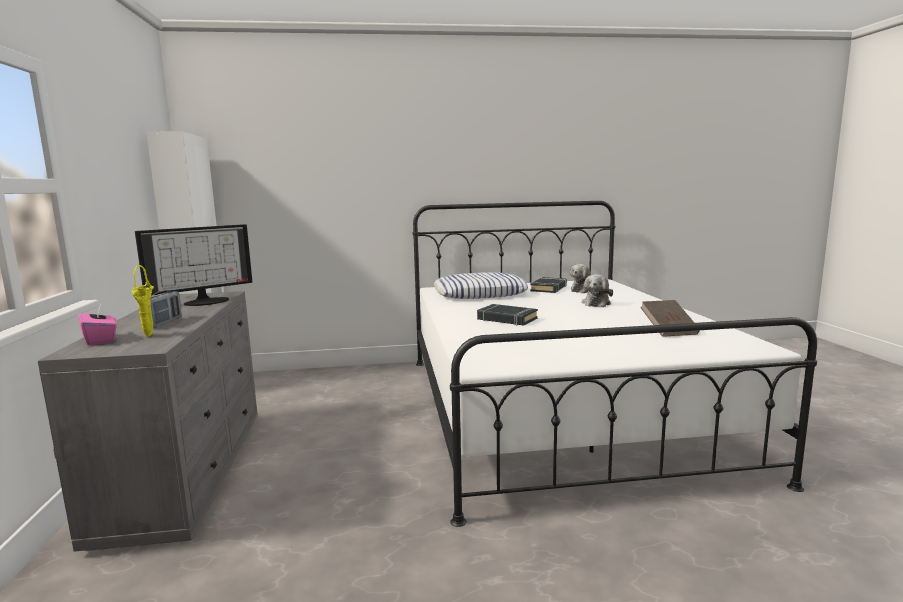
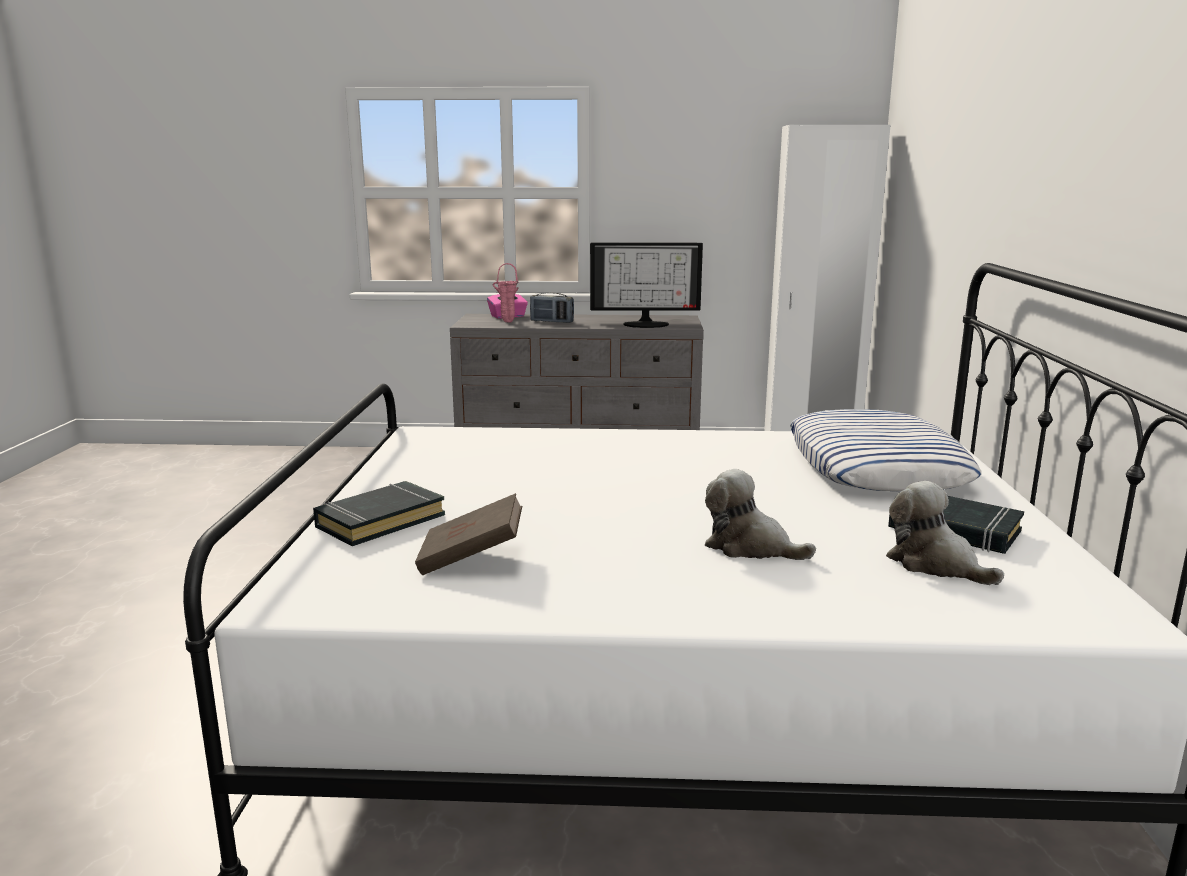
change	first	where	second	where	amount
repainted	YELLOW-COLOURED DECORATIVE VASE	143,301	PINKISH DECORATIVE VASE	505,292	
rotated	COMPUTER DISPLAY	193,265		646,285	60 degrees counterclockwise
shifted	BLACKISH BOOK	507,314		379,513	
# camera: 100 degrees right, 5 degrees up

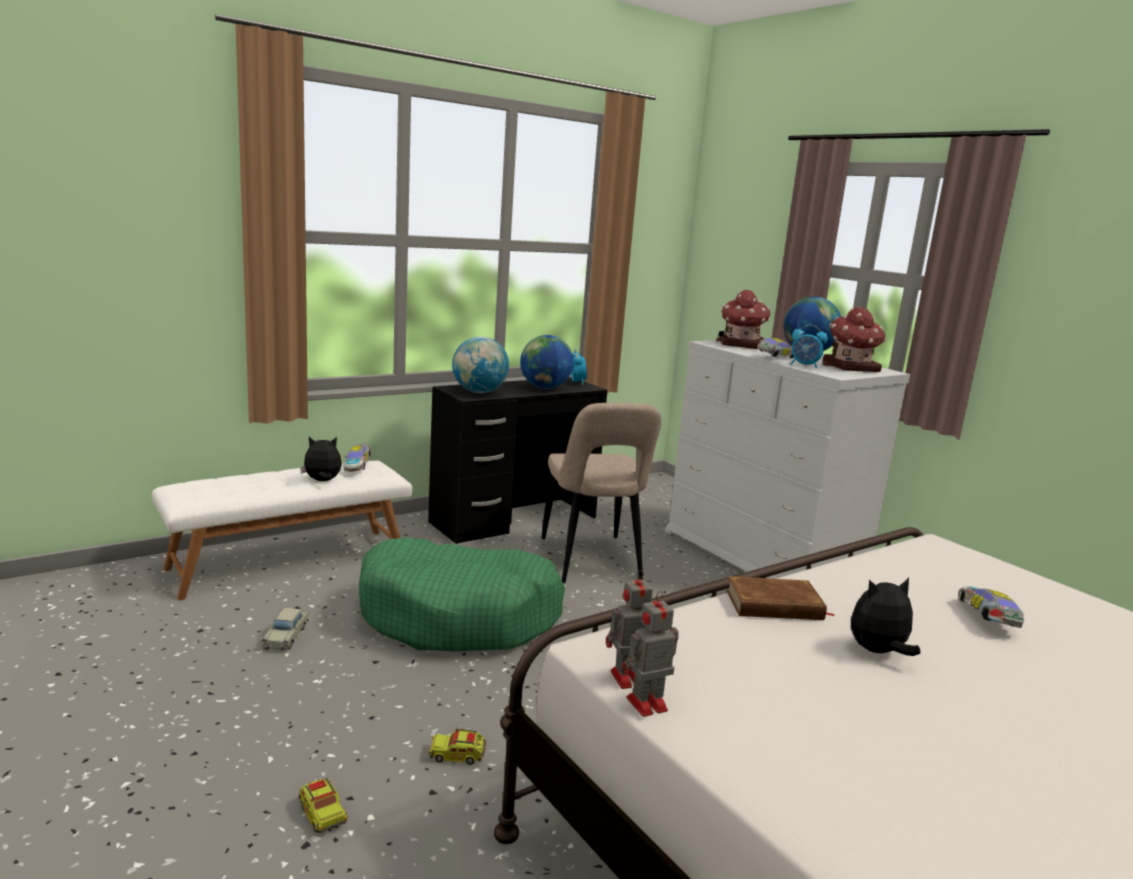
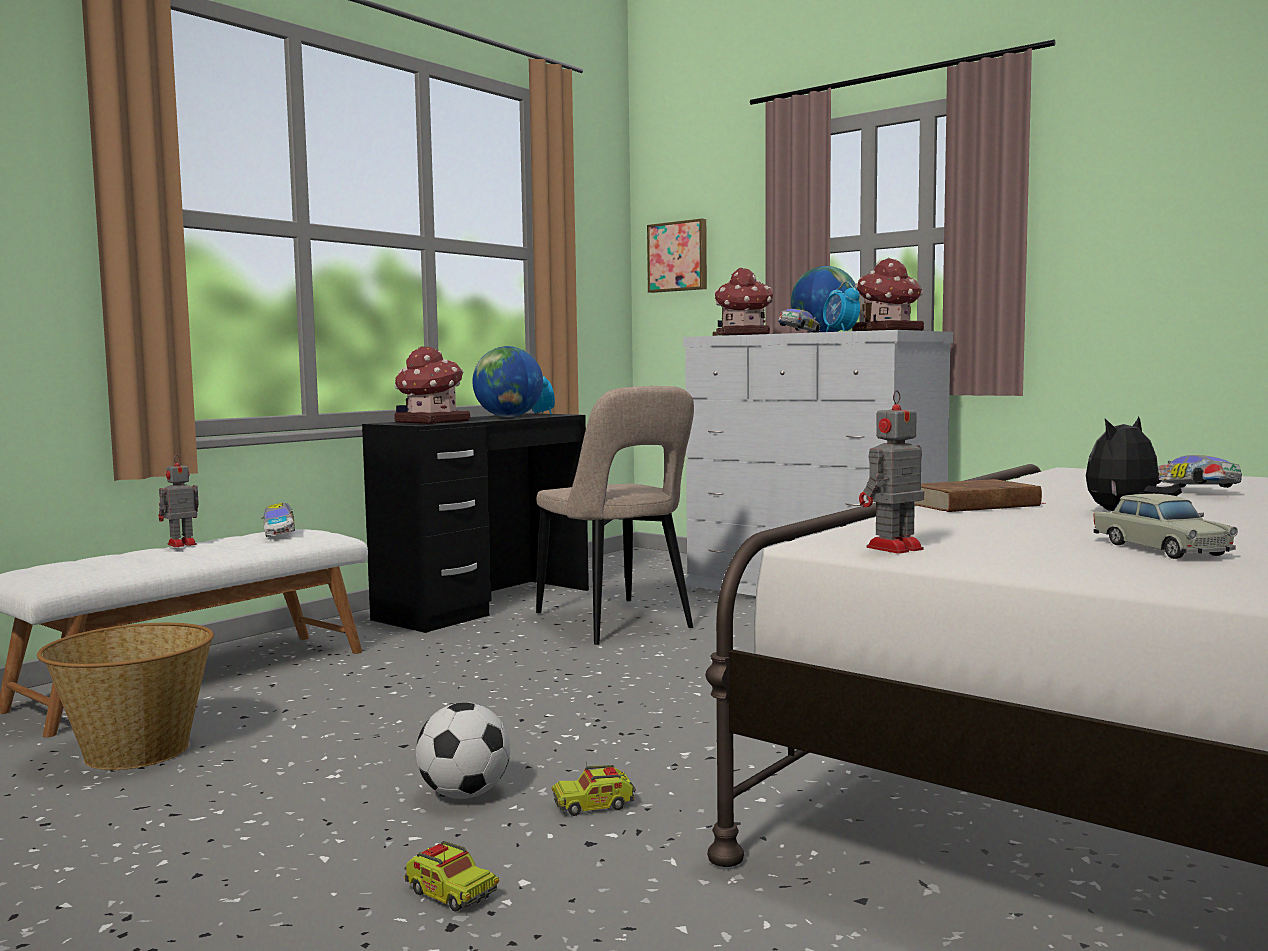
change	first	where	second	where	amount
shifted	BEIGE MINIATURE CAR	285,629		1165,526	
gone	SOFT TOY	321,459			
gone	GREEN DOG CUSHION	462,595			
swapped	DESK GLOBE	480,364	MINIATURE HOUSE	432,385	
shifted	ROBOT FIGURE	650,654		179,501	
rotated	TABLE CLOCK	809,346		841,306	60 degrees clockwise
new			BASKET	125,696	
new			FOOTBALL	463,750	
new			WALL PICTURE	677,256	
# camera: 15 degrees left, 10 degrees down

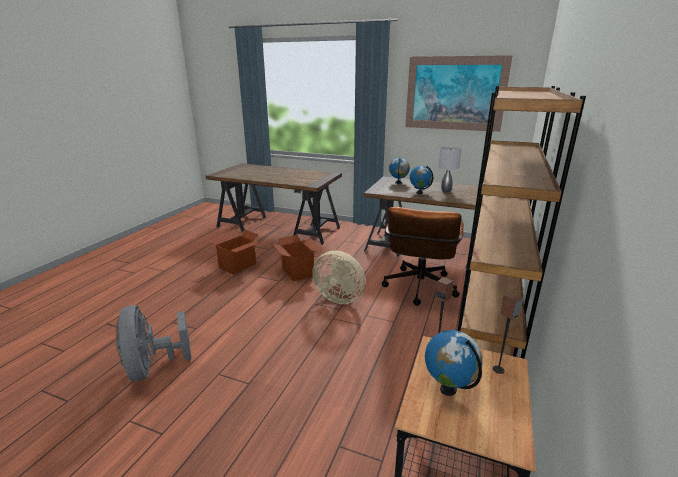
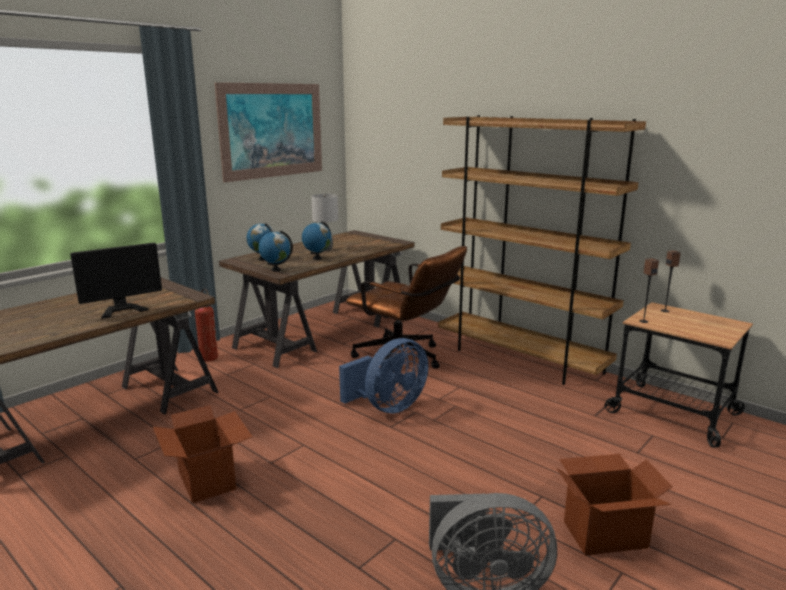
change	first	where	second	where	amount
shifted	CARTON	297,258		614,505	
repainted	BEIGE FAN	338,277	BLUE-COLOURED FAN	383,376	
shifted	DESK GLOBE	453,363		276,251	
new			COMPUTER DISPLAY	116,281	
new			EXTINGUISHER	206,325	
# camera: 70 degrees left, 5 degrees down

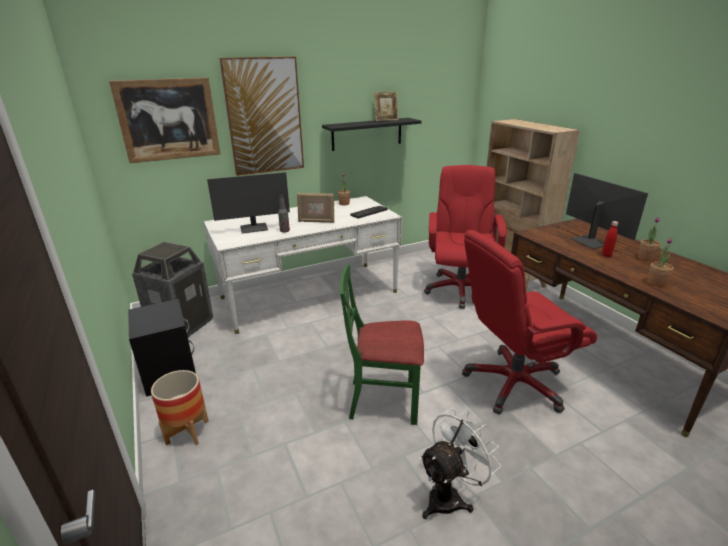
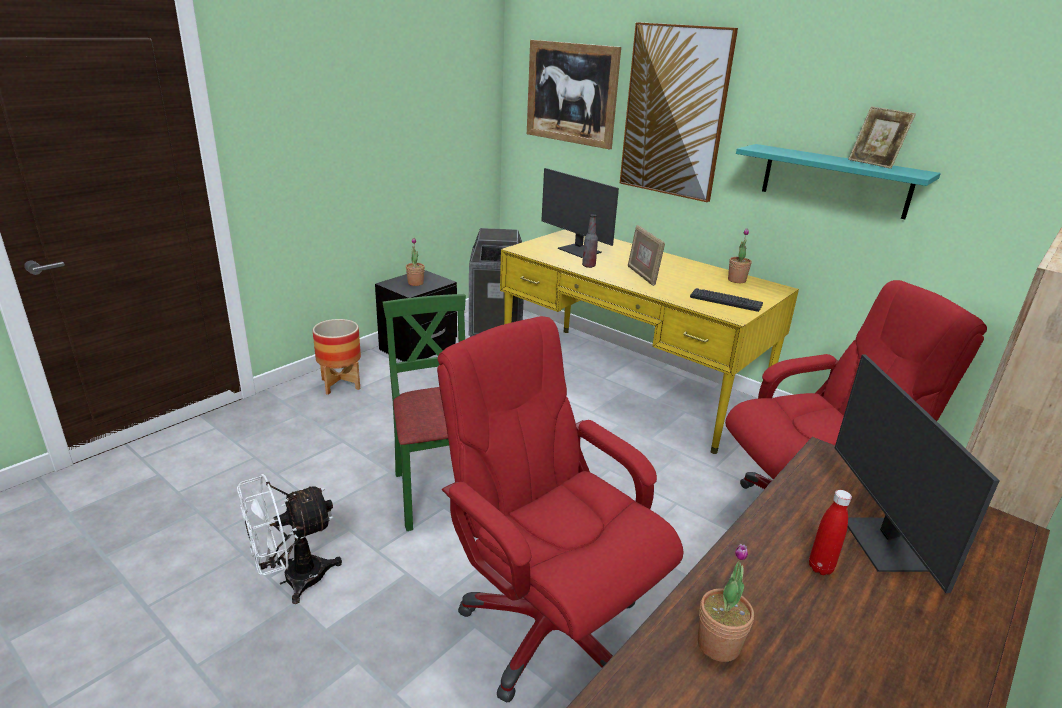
change	first	where	second	where	amount
repainted	WHITE DESK	303,265	YELLOW-COLOURED DESK	649,341	
repainted	BLACKISH WALL SHELF	371,134	BLUE-GREEN WALL SHELF	838,181	
rotated	WHITE FAN	460,463		289,539	120 degrees clockwise
rotated	COMPUTER DISPLAY	607,211		917,474	135 degrees clockwise
shifted	HOUSEPLANT	649,239		415,262	
# camera: 65 degrees right, 0 degrees up

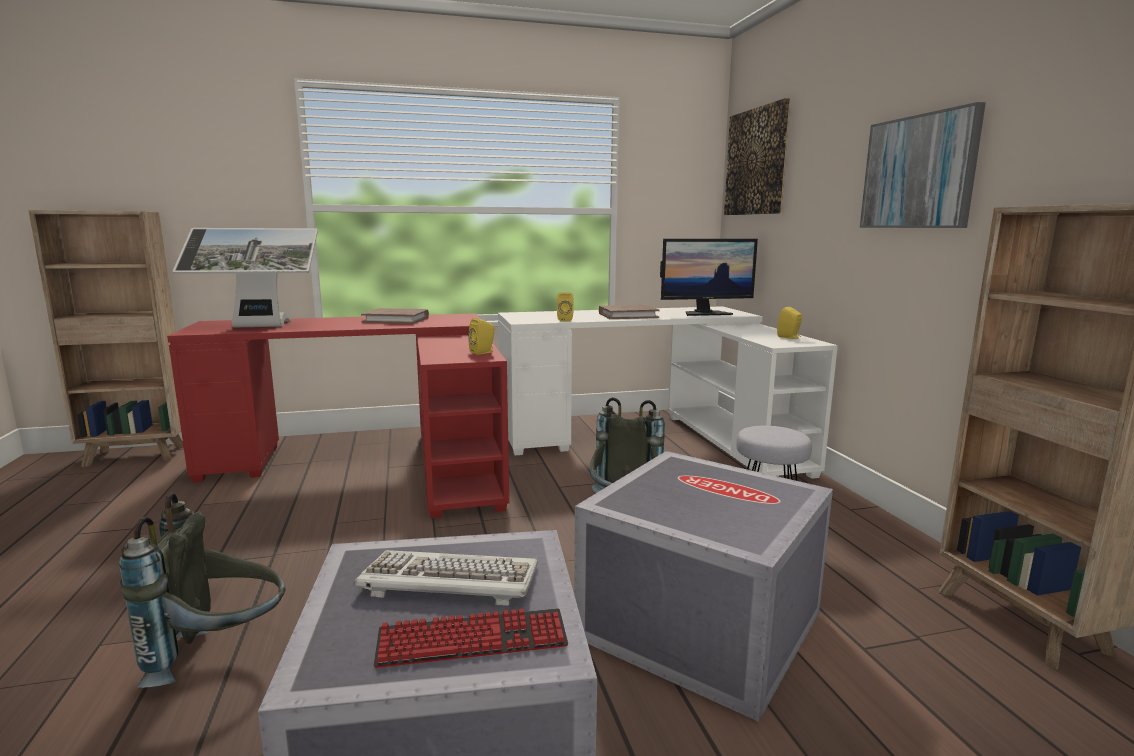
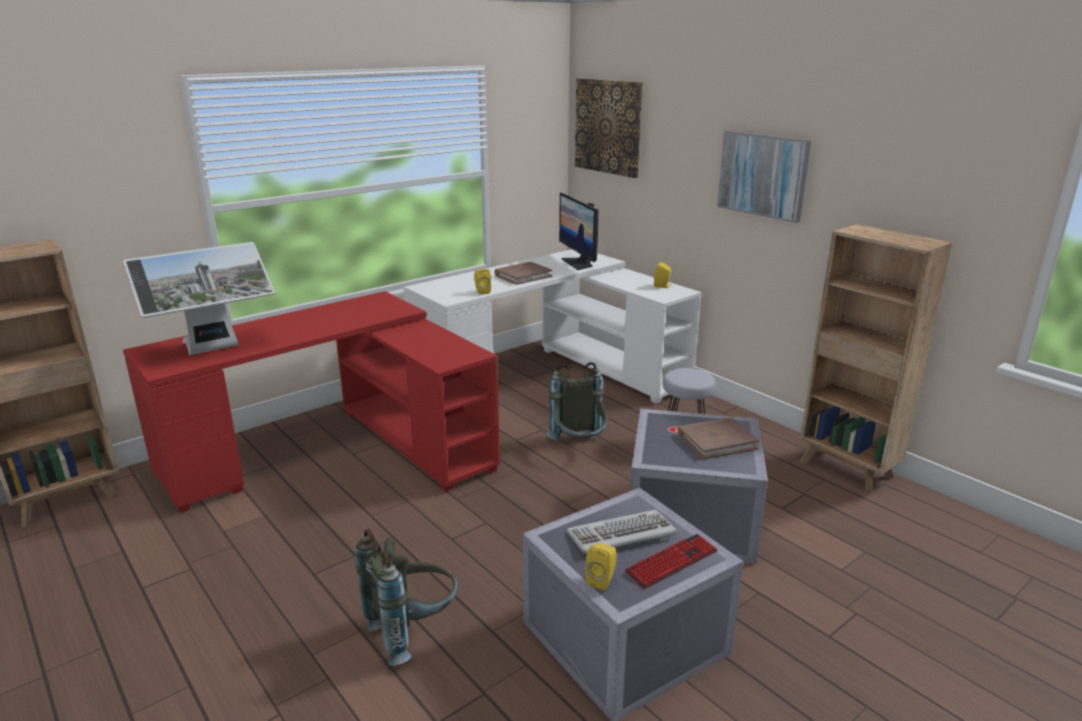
change	first	where	second	where	amount
shifted	BROWN BOOK	395,316		718,439	
shifted	YELLOW-COLOURED AUDIO SPEAKER	481,336		601,567	
rotated	COMPUTER DISPLAY	709,277		579,231	105 degrees clockwise
# camera: 25 degrees left, 10 degrees up

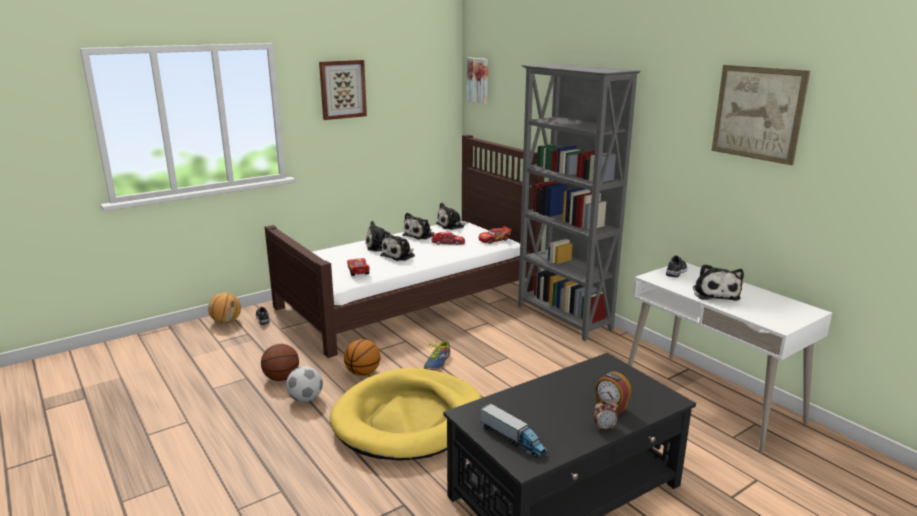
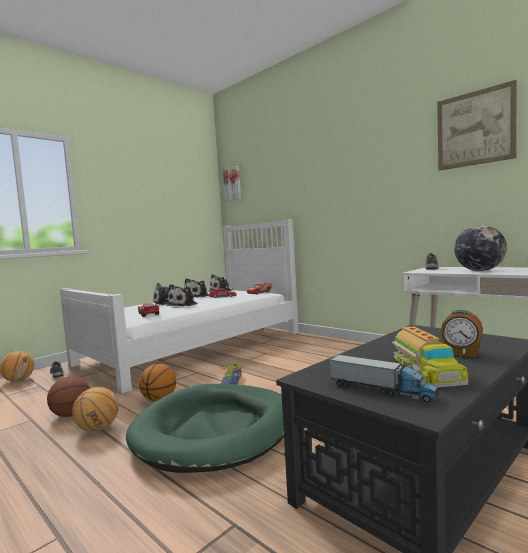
change	first	where	second	where	amount
repainted	BROWN BED	404,246	WHITE BED	179,306	
swapped	FOOTBALL	304,384	BASKETBALL BALL	95,409	
gone	WALL PICTURE	343,90			
repainted	YELLOW-COLOURED DOG CUSHION	405,414	GREEN DOG CUSHION	205,428	
gone	GREY SHELVING UNIT	579,202			
gone	TABLE CLOCK	605,414			
swapped	SOFT TOY	718,282	DESK GLOBE	480,248	
new			TOY TRUCK	430,357	
# camera: 10 degrees left, 15 degrees down

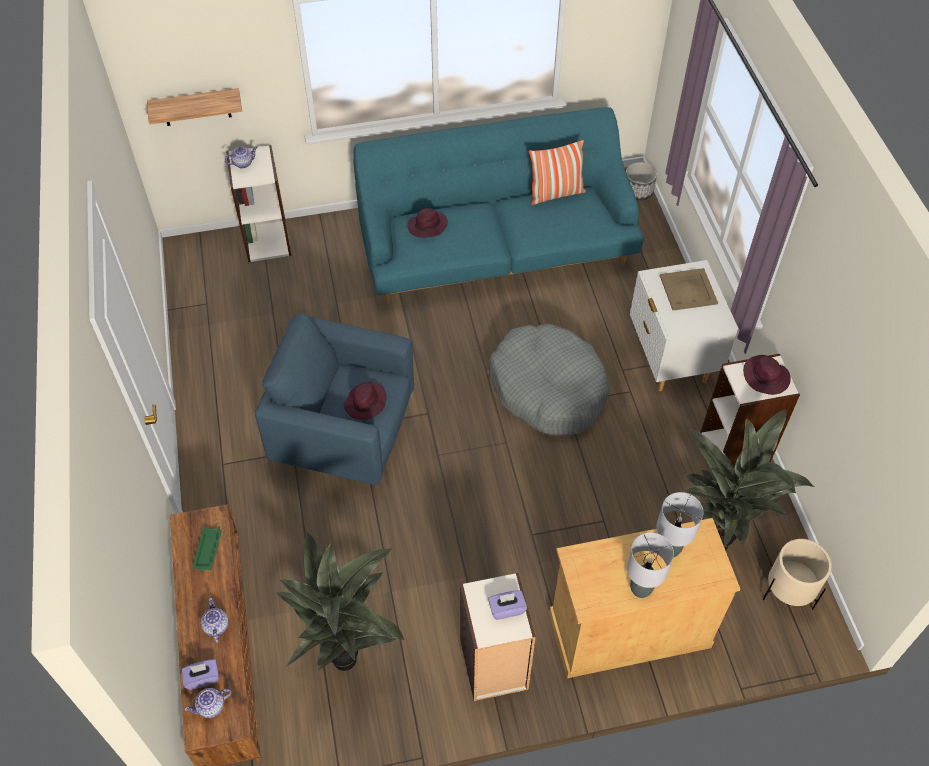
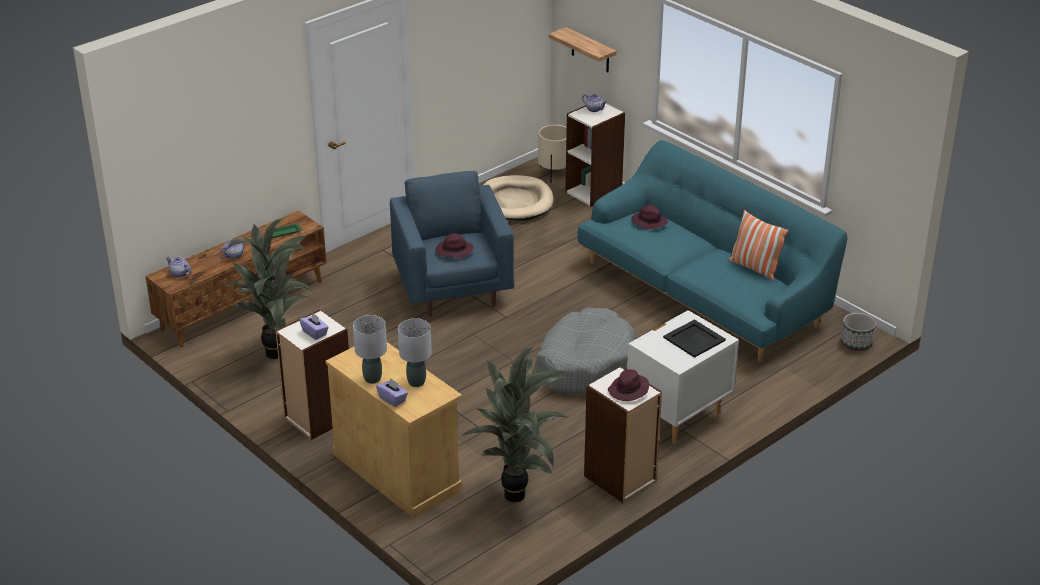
change	first	where	second	where	amount
shifted	PURPLE TISSUE BOX	200,674		392,392	
repainted	BEIGE SERVING TRAY	689,289	BLACKISH SERVING TRAY	694,338	
shifted	BEIGE PLANTER	797,574		552,154	
new			BEIGE DOG CUSHION	518,198	
# camera: 60 degrees right, 20 degrees down

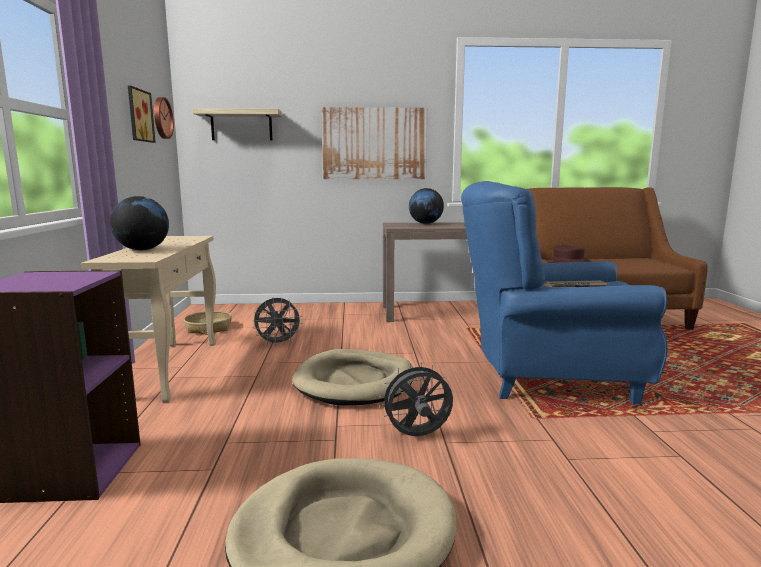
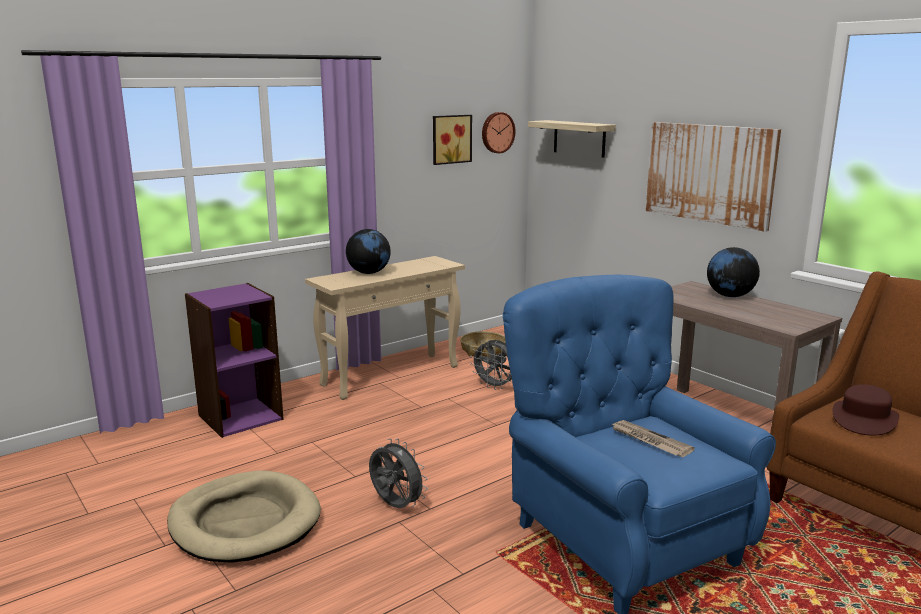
change	first	where	second	where	amount
gone	BEIGE DOG CUSHION	353,377			
# camera: 55 degrees right, 5 degrees up

